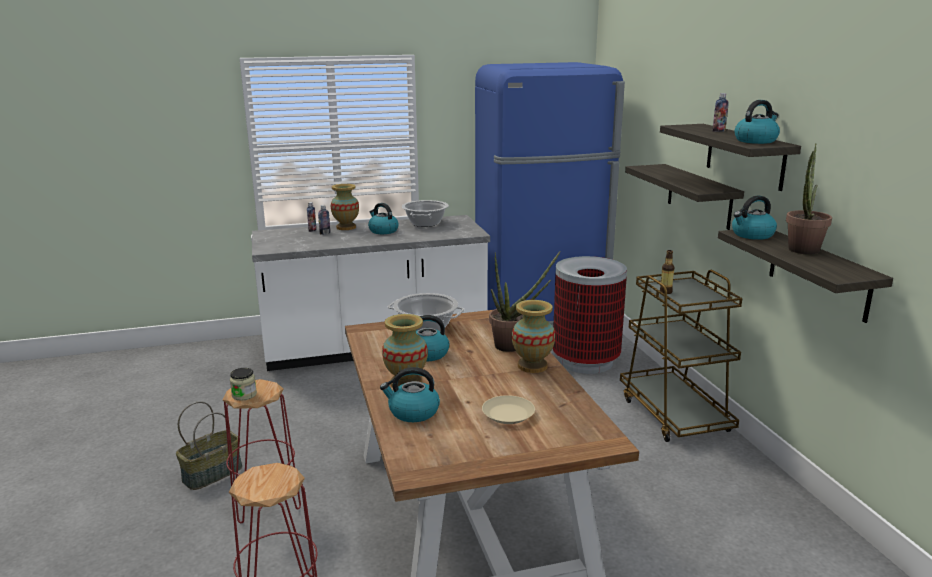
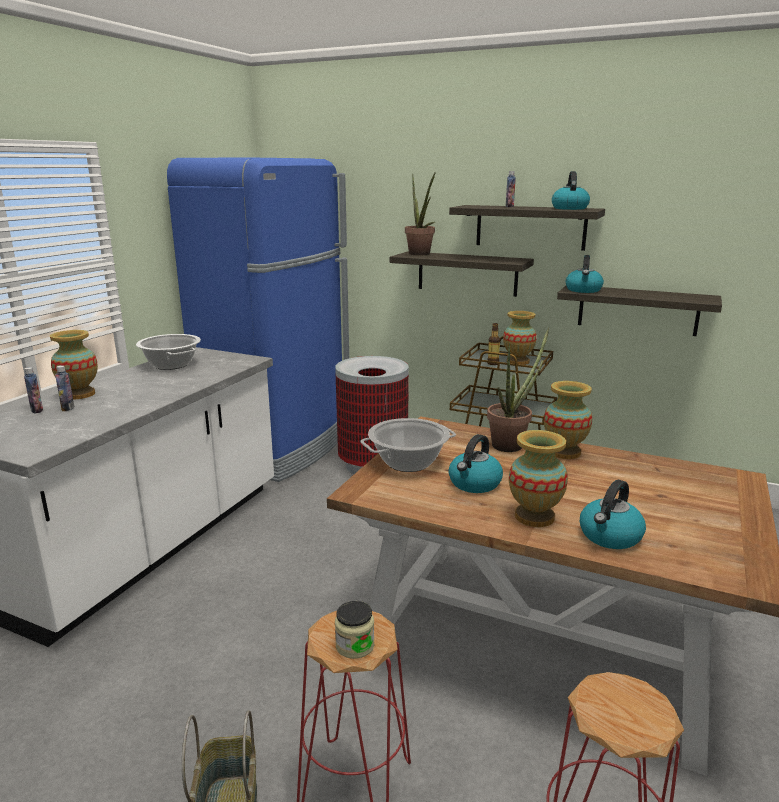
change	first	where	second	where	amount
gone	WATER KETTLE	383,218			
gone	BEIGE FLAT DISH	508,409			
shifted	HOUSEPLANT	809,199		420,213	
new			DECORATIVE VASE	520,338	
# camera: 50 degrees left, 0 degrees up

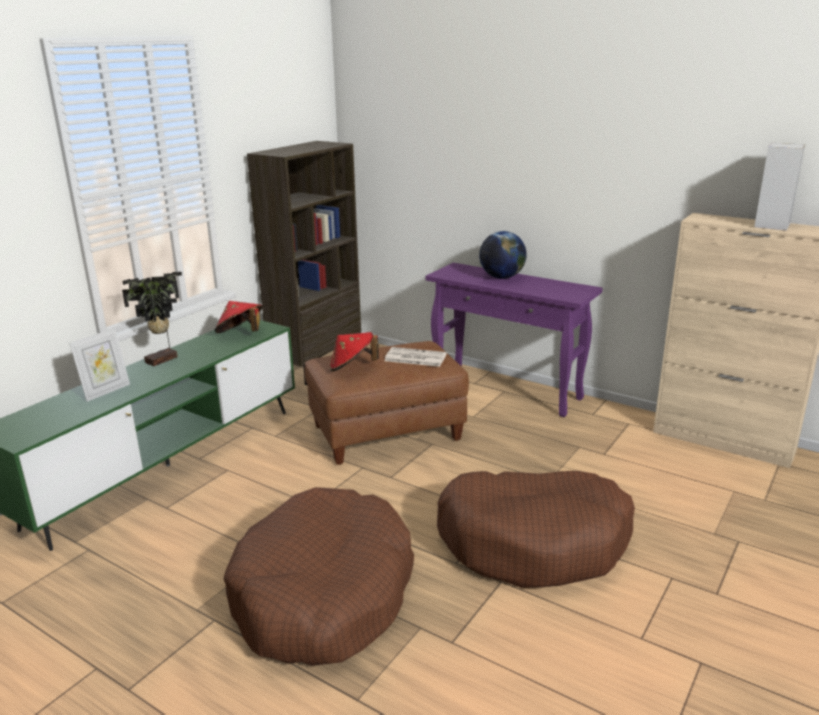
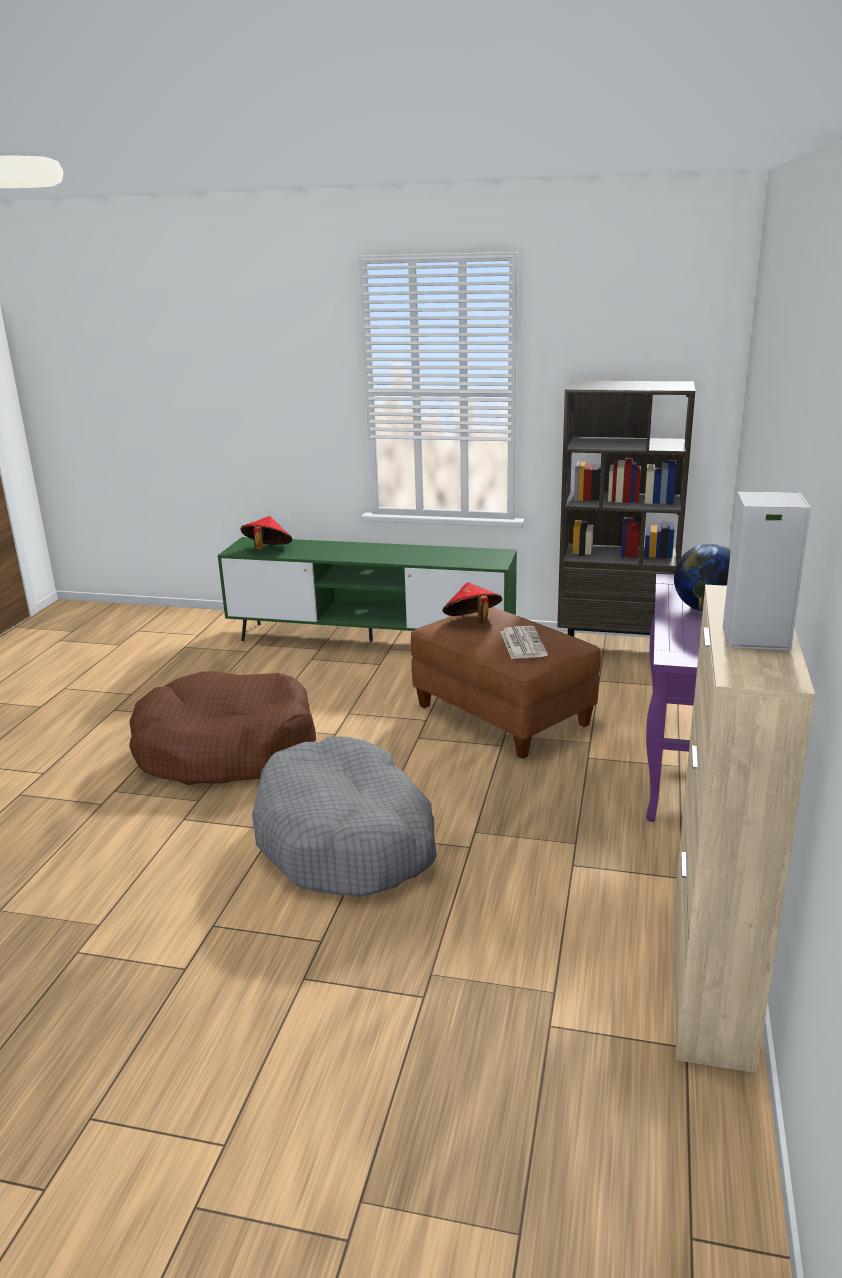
change	first	where	second	where	amount
gone	PHOTO FRAME	99,365			
gone	HOUSEPLANT	152,319			
shifted	RED-COLOURED CLOTHING HAT	239,317		266,533	
repainted	BROWN DOG CUSHION	536,529	GREY DOG CUSHION	344,816	
# camera: 70 degrees right, 0 degrees up

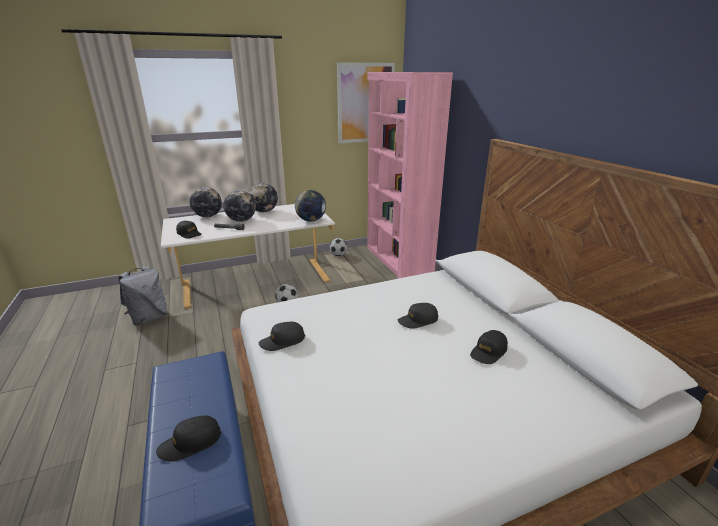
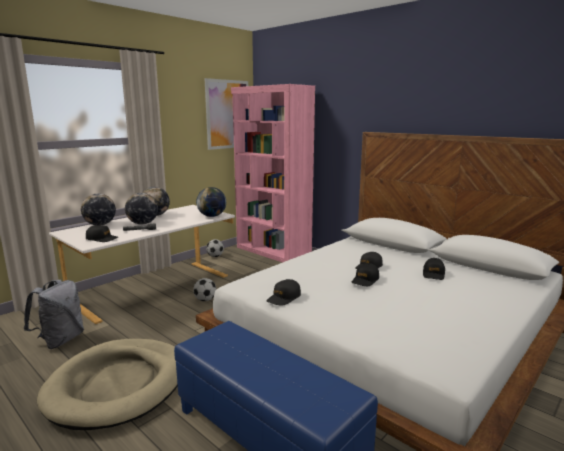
change	first	where	second	where	amount
shifted	BLACKISH CAP	189,438		365,274	
new			BEIGE DOG CUSHION	107,384	
# camera: 25 degrees left, 10 degrees down

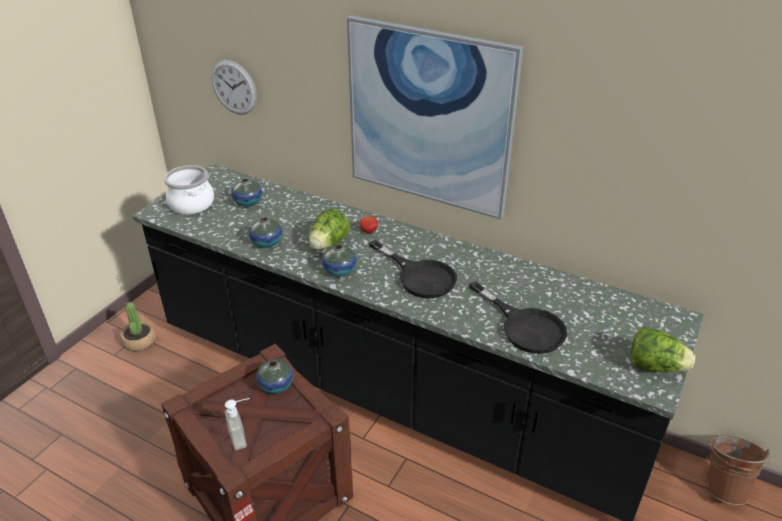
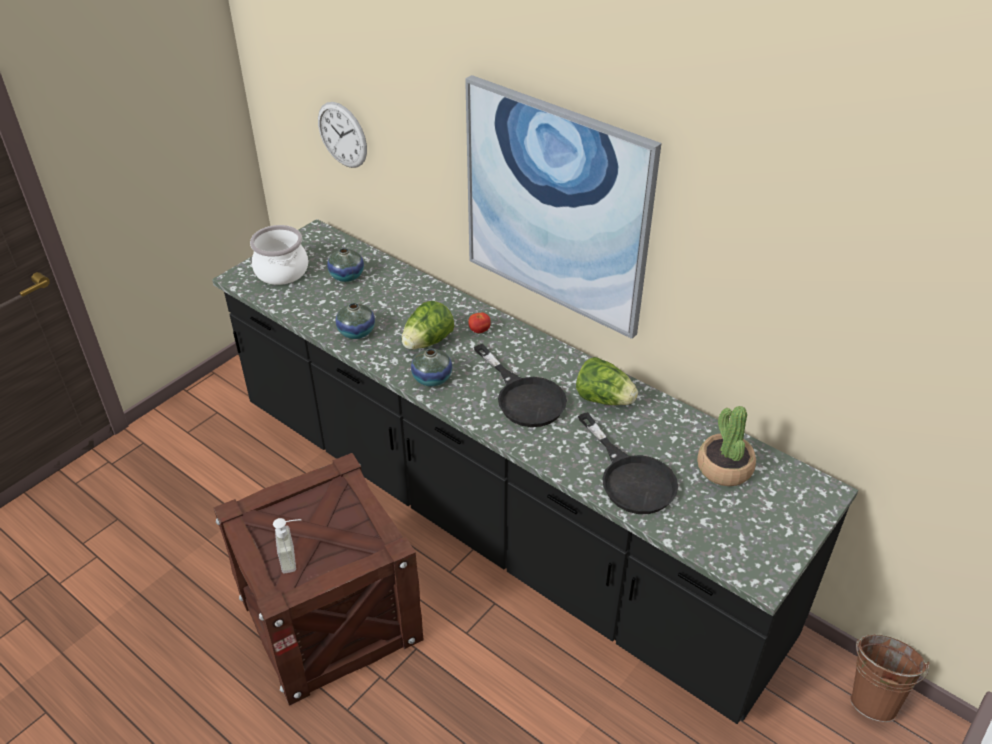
change	first	where	second	where	amount
shifted	HOUSEPLANT	138,326		726,446	
gone	DECORATIVE VASE	274,376			
shifted	HEAD OF LETTUCE	663,349		607,381	
# camera: 10 degrees right, 5 degrees up

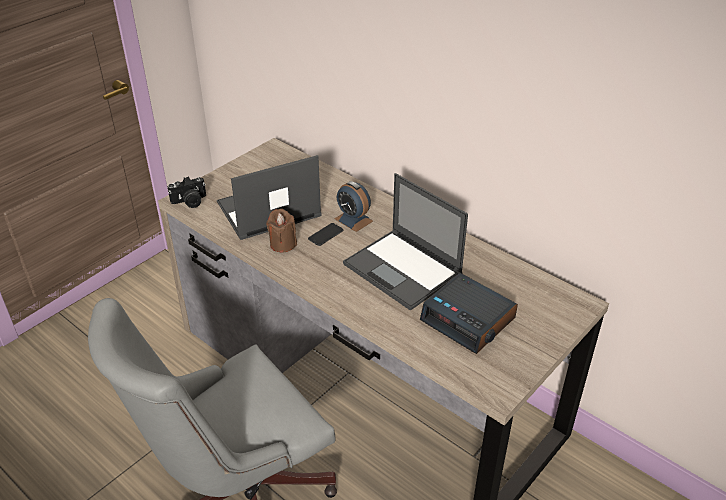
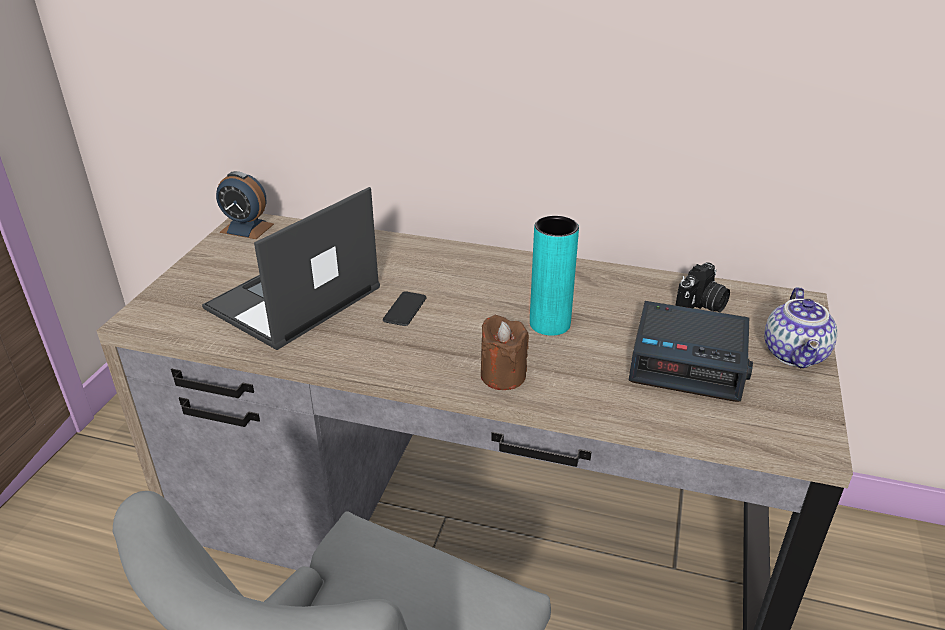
change	first	where	second	where	amount
shifted	STILL CAMERA	186,192		702,287	
shifted	BROWN CANDLE	281,231		505,352	
shifted	TABLE CLOCK	353,206		245,205	
swapped	PORTABLE COMPUTER	405,242	BLUE-GREEN DECORATIVE VASE	554,276	
new			POT FOR TEA	800,327	
# camera: 25 degrees left, 5 degrees down

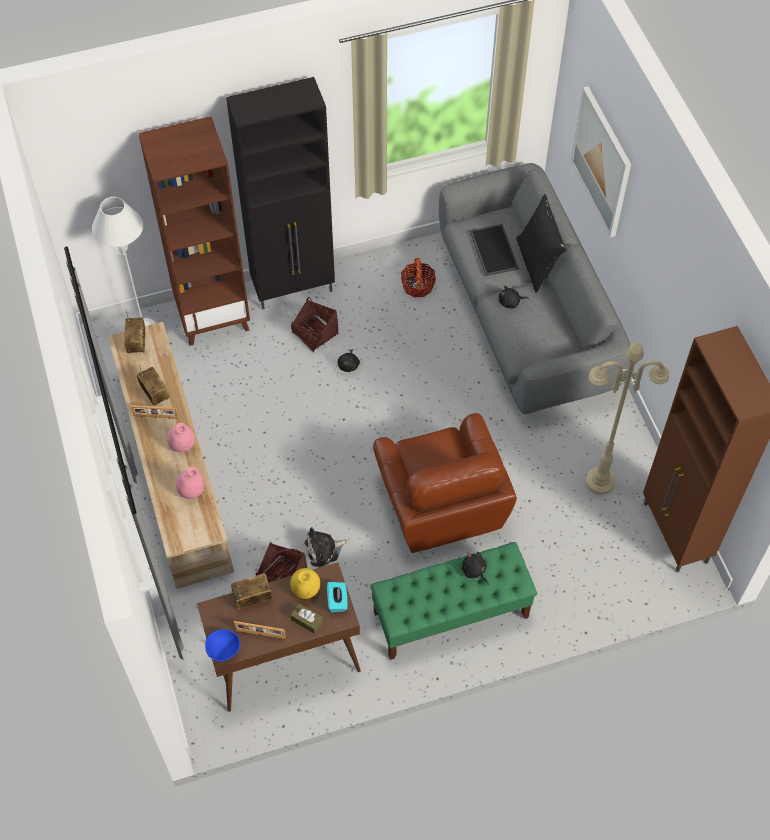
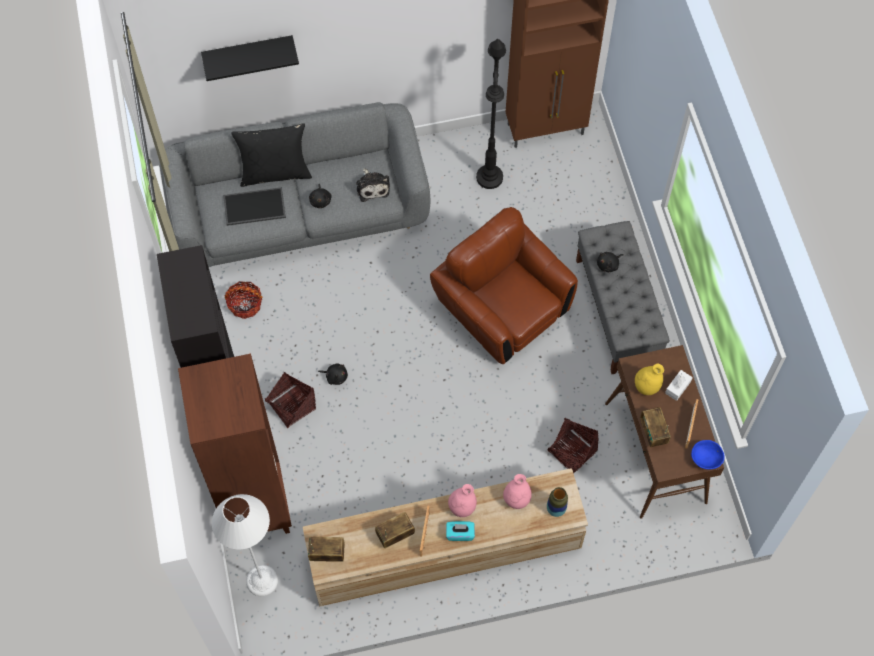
change	first	where	second	where	amount
repainted	BROWN TISSUE BOX	307,618	WHITE TISSUE BOX	679,385	
shifted	SOFT TOY	325,547		373,185	
shifted	BLUE-GREEN TISSUE BOX	337,597		460,531	
repainted	GREEN INDOOR BENCH	453,601	GREY INDOOR BENCH	623,297	
rotated	BROWN EASY CHAIR	445,483		504,285	120 degrees counterclockwise
swapped	WALL PICTURE	601,161	BLACKISH WALL SHELF	250,58	
repainted	BEIGE STANDING LAMP	627,418	BLACKISH STANDING LAMP	491,114	
new			DECORATIVE VASE	557,502	
# camera: 85 degrees left, 5 degrees up

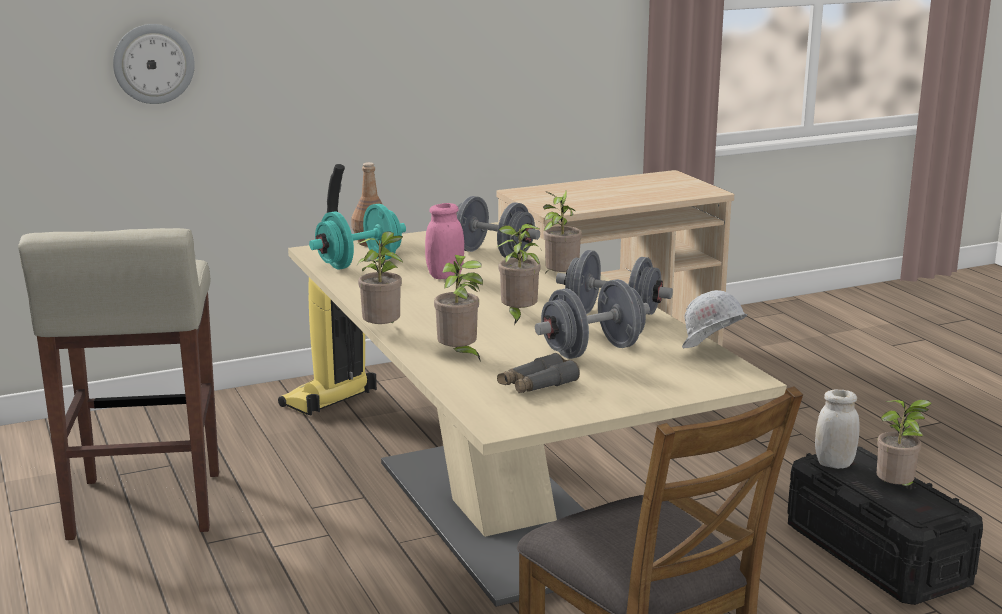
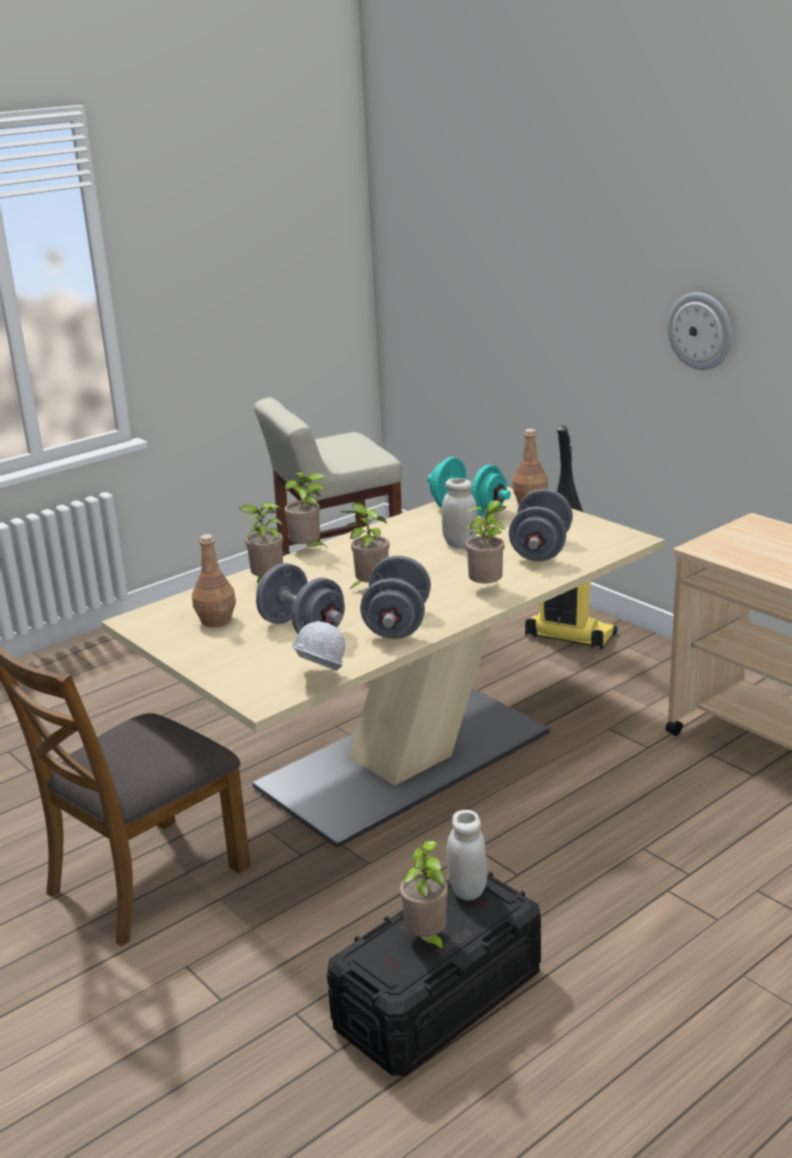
change	first	where	second	where	amount
shifted	HANGING CLOCK	154,64		699,331	
repainted	PINKISH STORAGE JAR	444,241	WHITE STORAGE JAR	460,513	
swapped	GREY FIELD GLASSES	538,373	BROWN BOTTLE	214,580	
# camera: 75 degrees right, 5 degrees up

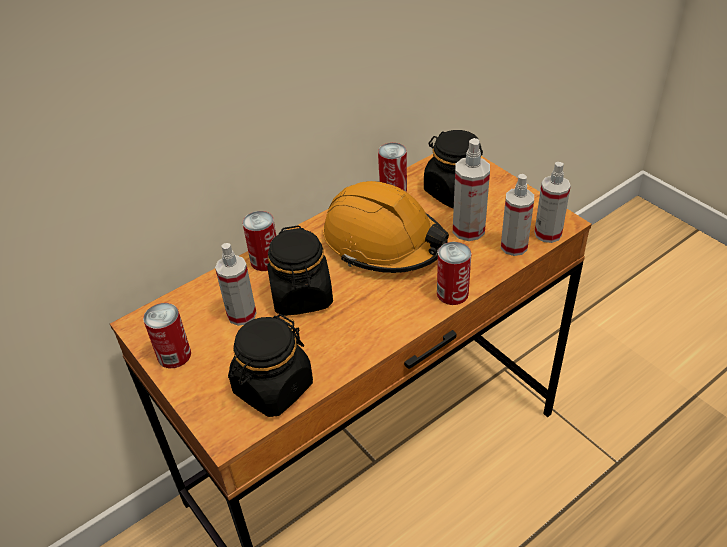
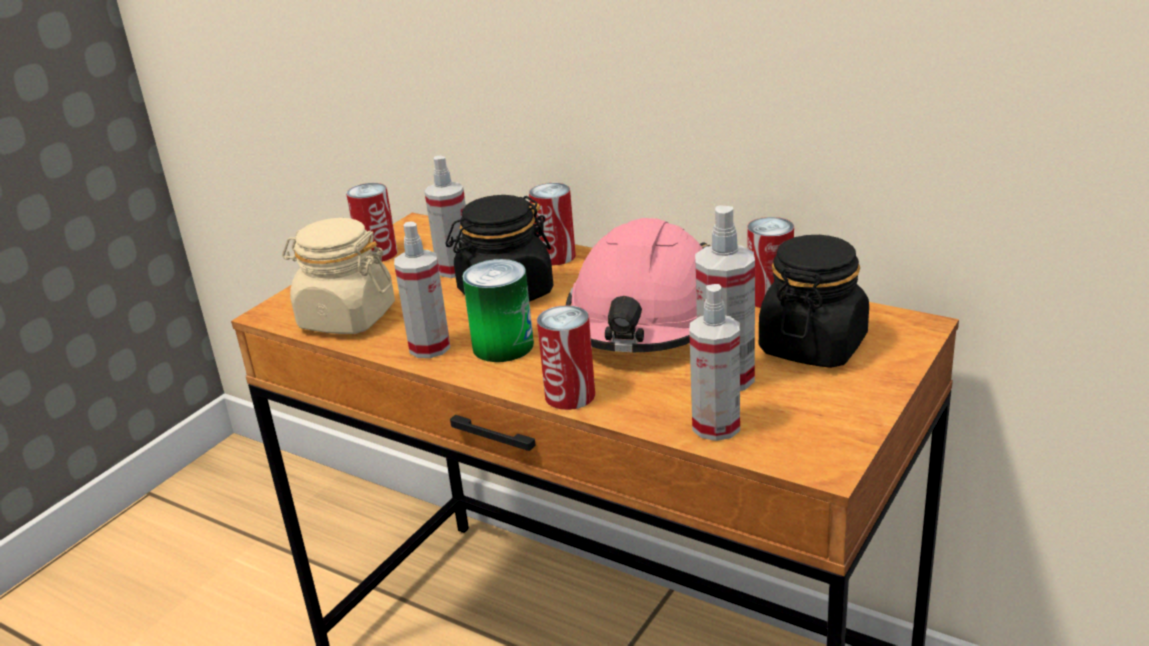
change	first	where	second	where	amount
repainted	BLACKISH STORAGE JAR	270,365	BEIGE STORAGE JAR	338,276	
repainted	ORANGEY SAFETY HELMET	386,227	PINKISH SAFETY HELMET	638,285	
shifted	SPRAYER	552,202		422,290	
new			SEALED CAN	498,310	
# camera: 70 degrees right, 15 degrees down

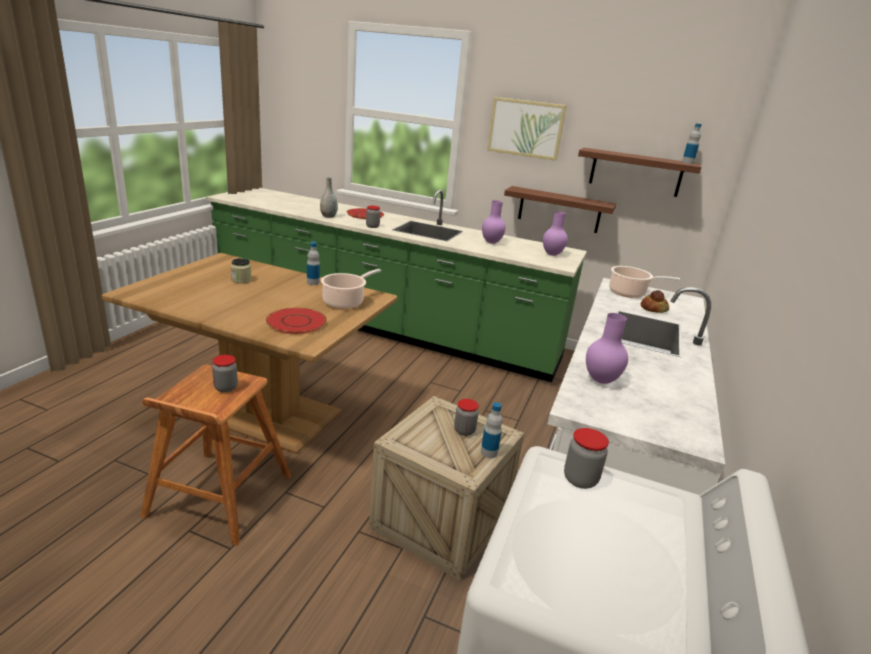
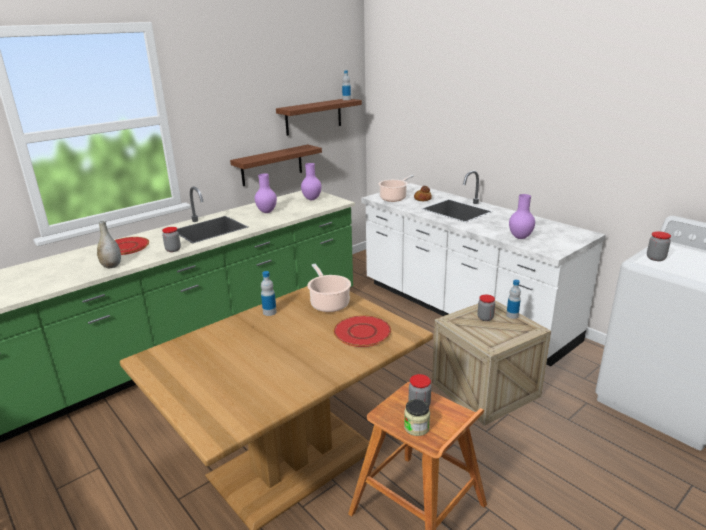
change	first	where	second	where	amount
shifted	STORAGE JAR	241,270		417,417	
gone	WALL PICTURE	527,129			
# camera: 60 degrees left, 0 degrees up

